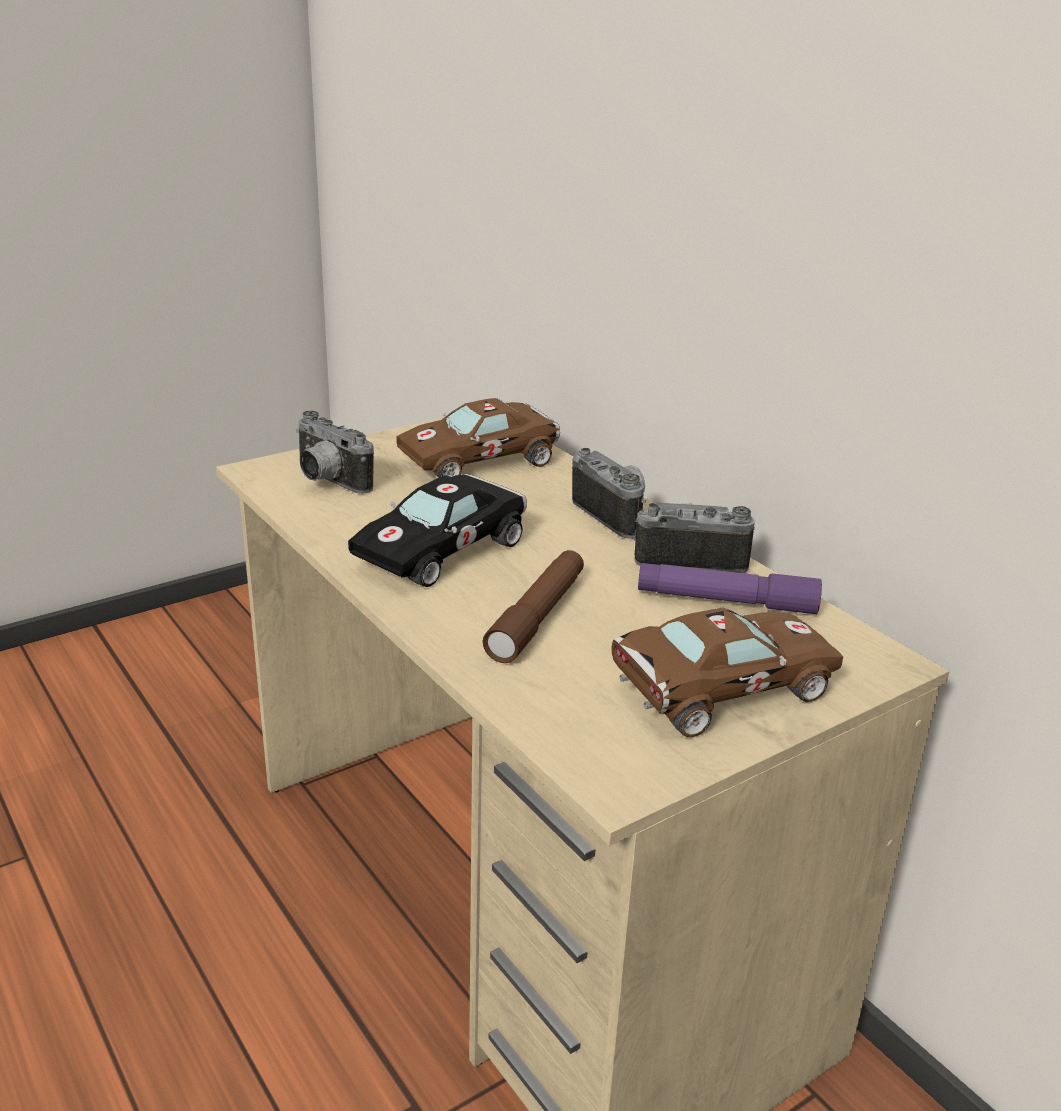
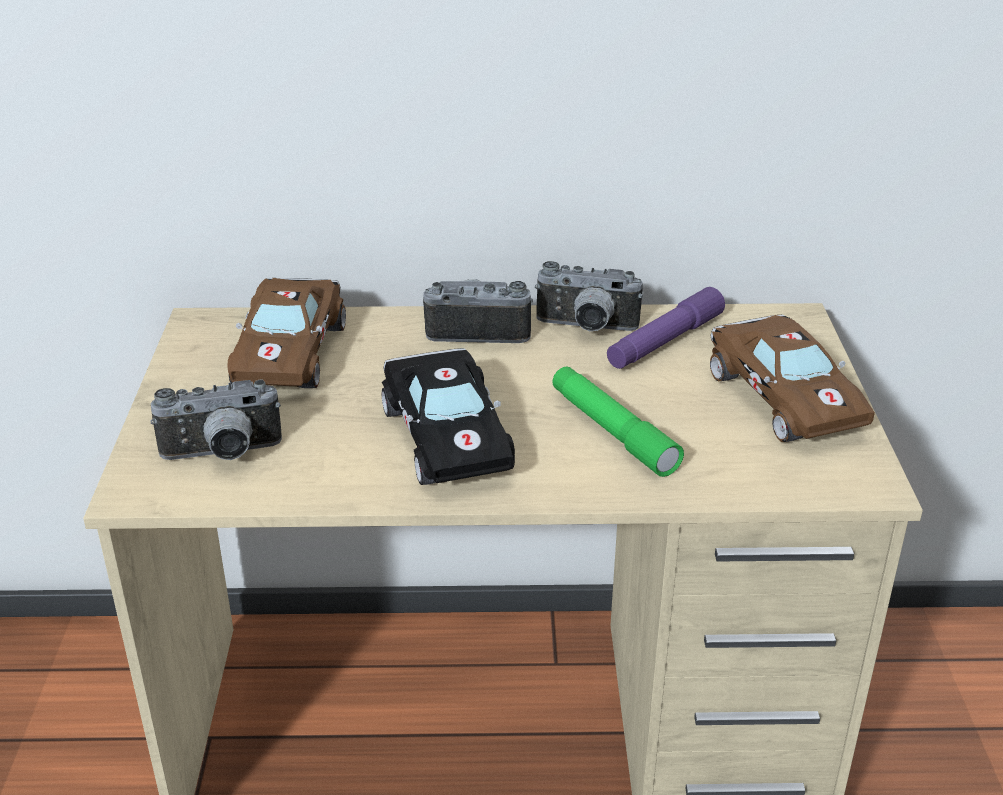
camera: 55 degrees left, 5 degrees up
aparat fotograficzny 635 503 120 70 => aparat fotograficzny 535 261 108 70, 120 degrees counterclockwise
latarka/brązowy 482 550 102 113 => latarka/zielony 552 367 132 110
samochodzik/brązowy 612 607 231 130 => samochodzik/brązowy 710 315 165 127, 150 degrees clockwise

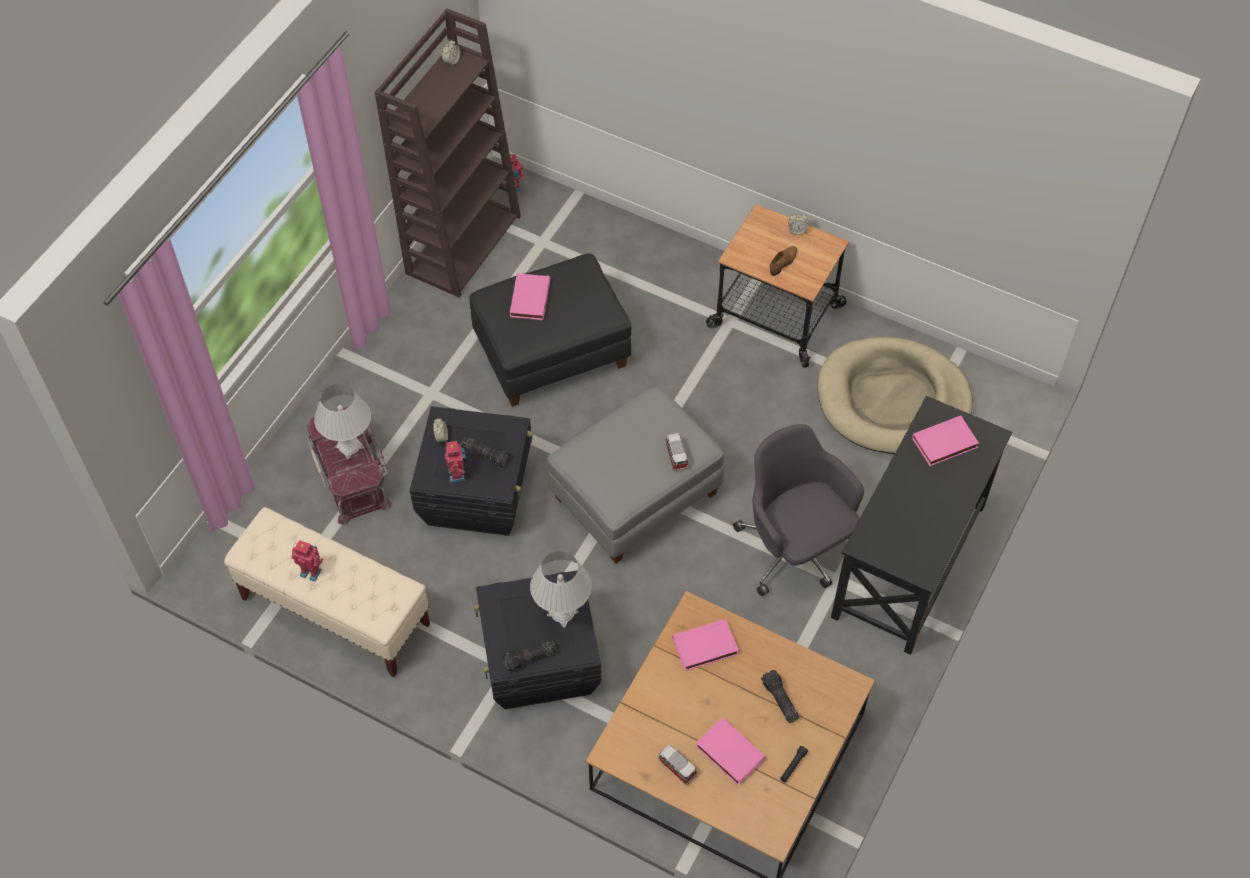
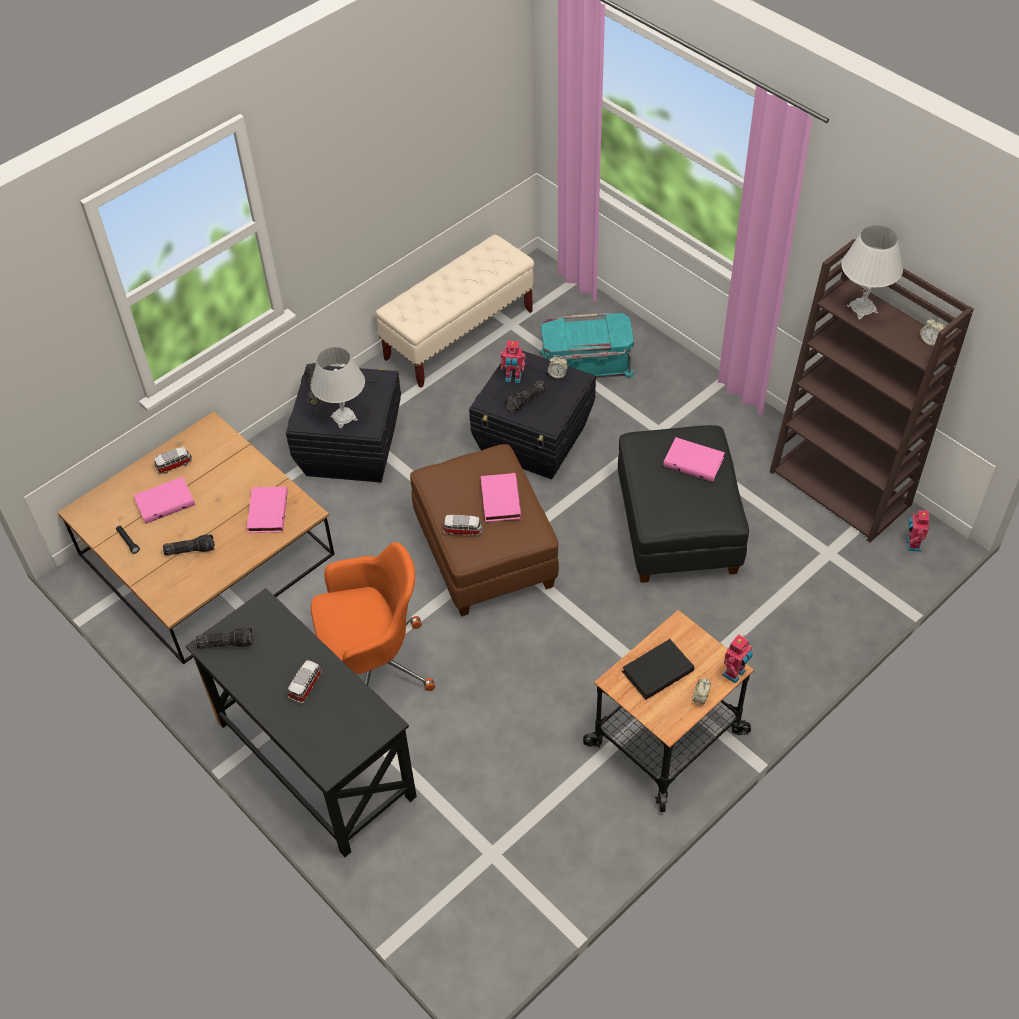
camera: 110 degrees right, 5 degrees down
but/brązowy 769 246 28 30 => książka/czarny 622 639 72 61
legowisko/beżowy 817 337 155 117 => nothing
lampa stołowa/biały 314 383 57 76 => lampa stołowa/biały 841 225 62 95, moved
pufa/szary 547 386 177 177 => pufa/brązowy 410 444 149 173
pojemnik do przechowywania/czerwony 306 407 86 118 => pojemnik do przechowywania/turkusowy 539 313 96 66
książka/różowy 912 416 67 50 => książka/różowy 481 473 40 49, moved
krzesło biurowe/szary 733 424 131 172 => krzesło biurowe/pomarańczowy 311 542 124 149
robot zabawkowy 291 540 32 42 => robot zabawkowy 722 634 31 50, moved
nothing => latarka 196 627 57 22
nothing => samochodzik 288 660 34 44

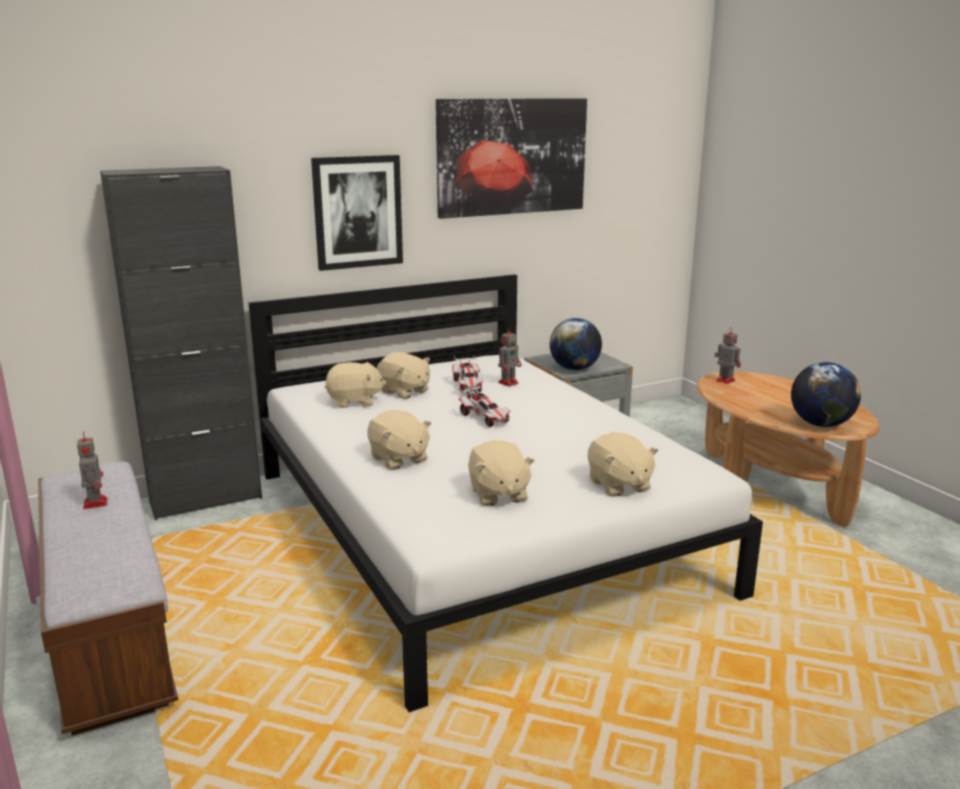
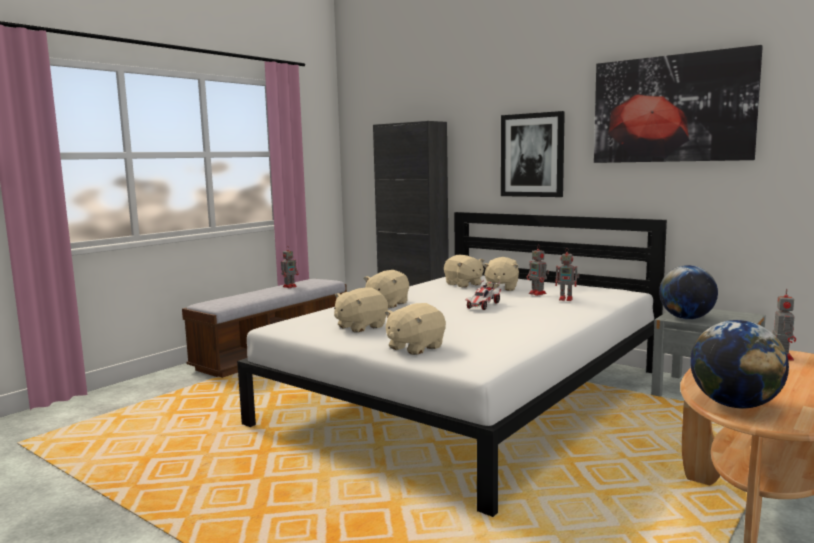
camera: 65 degrees right, 10 degrees down
samochodzik 452 355 31 38 => robot zabawkowy 526 245 23 51

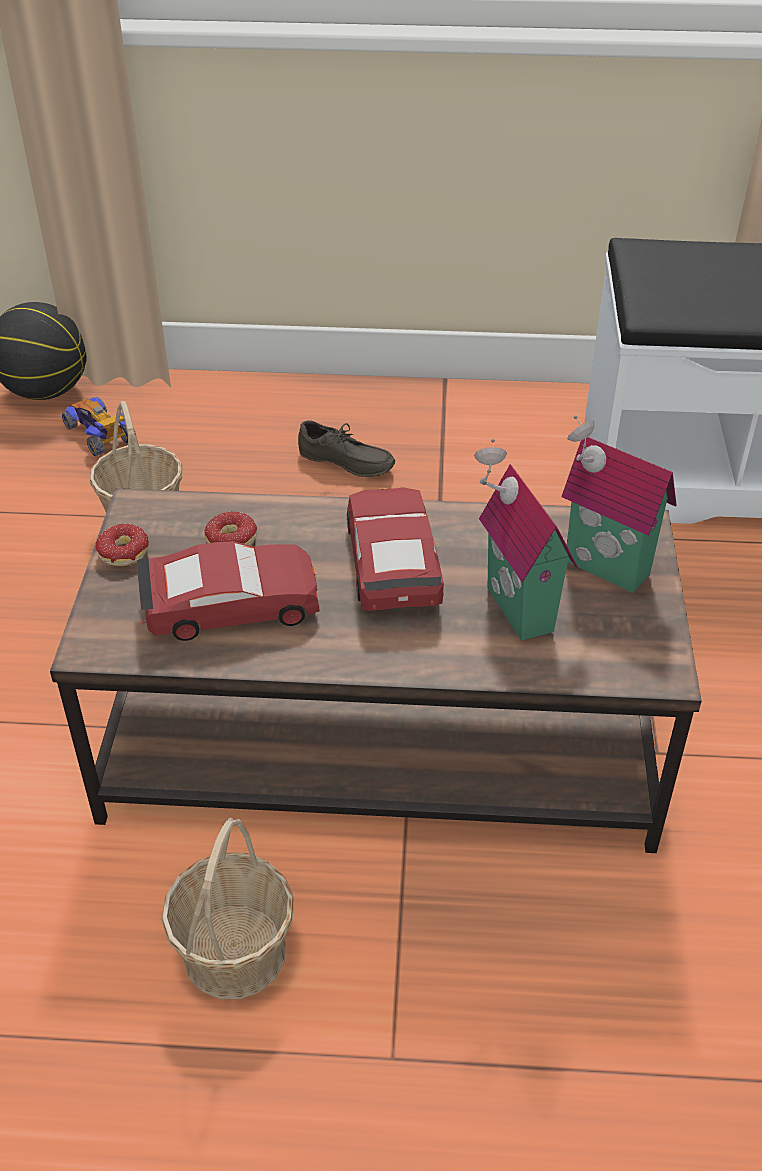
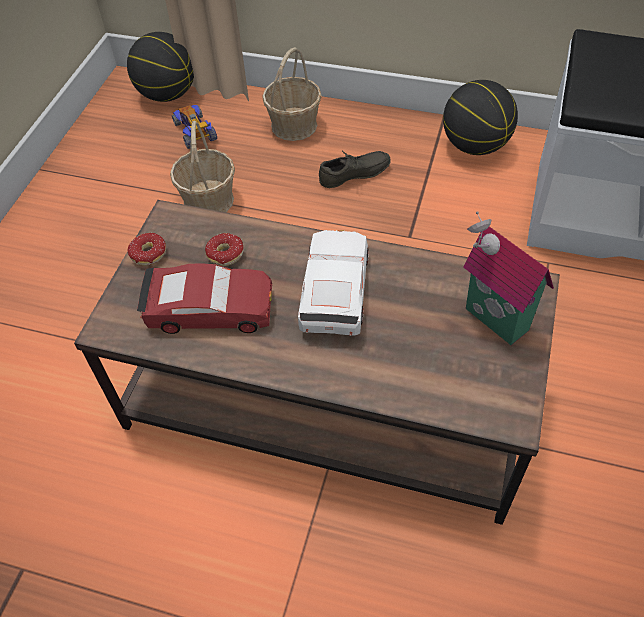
camera: 15 degrees right, 10 degrees up
but/szary 298 420 97 57 => but/szary 319 150 72 38, 60 degrees counterclockwise
domek 474 439 104 202 => nothing
samochodzik/czerwony 347 488 97 123 => samochodzik/biały 298 230 71 106
koszyk 162 818 132 181 => koszyk 262 47 60 94, moved
nothing => piłka do koszykówki 443 80 75 75

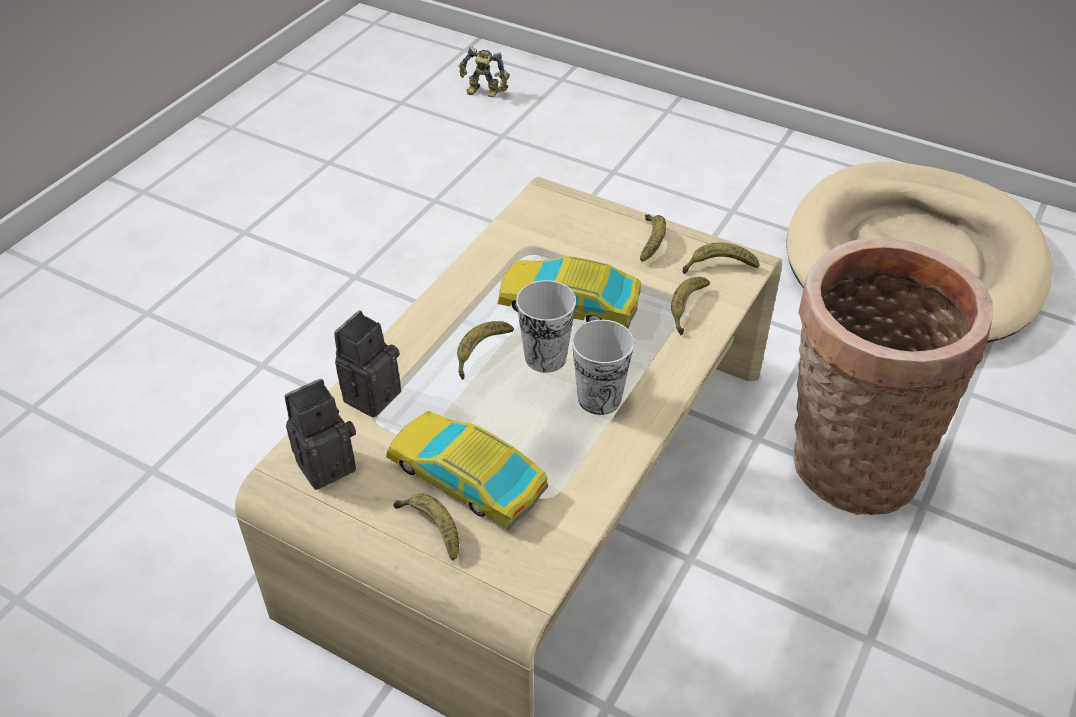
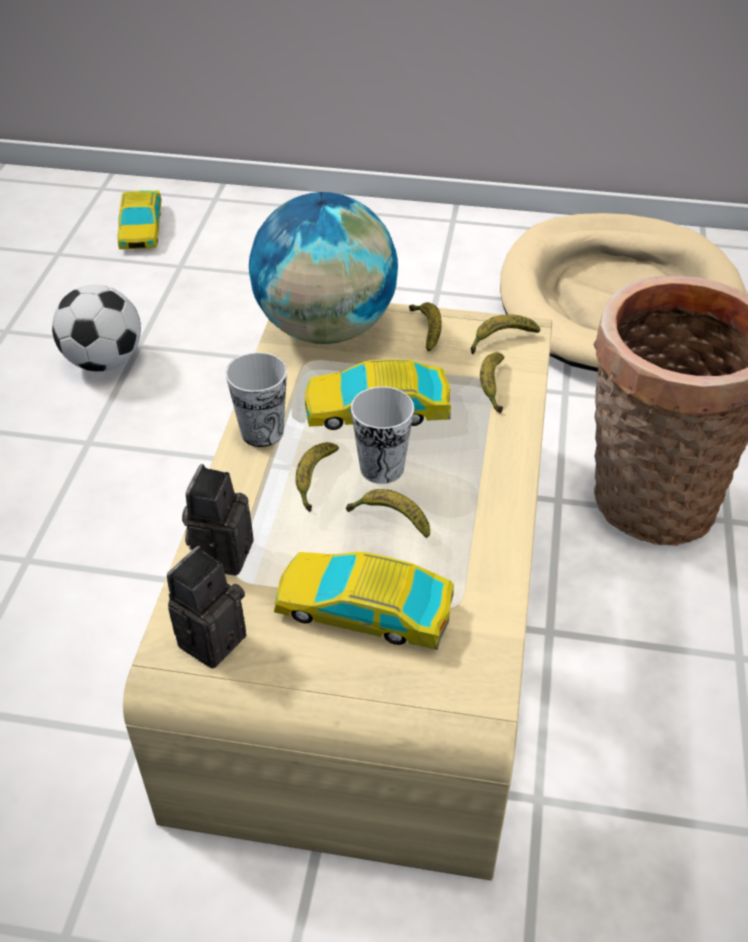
camera: 20 degrees left, 0 degrees up
robot zabawkowy 459 46 51 51 => samochodzik 117 190 44 59
filiżanka 572 320 62 95 => filiżanka 226 352 61 95, moved
banan 393 494 66 67 => banan 346 489 84 49, moved
nothing => globus 249 192 149 152
nothing => piłka futbolowa 52 285 89 86

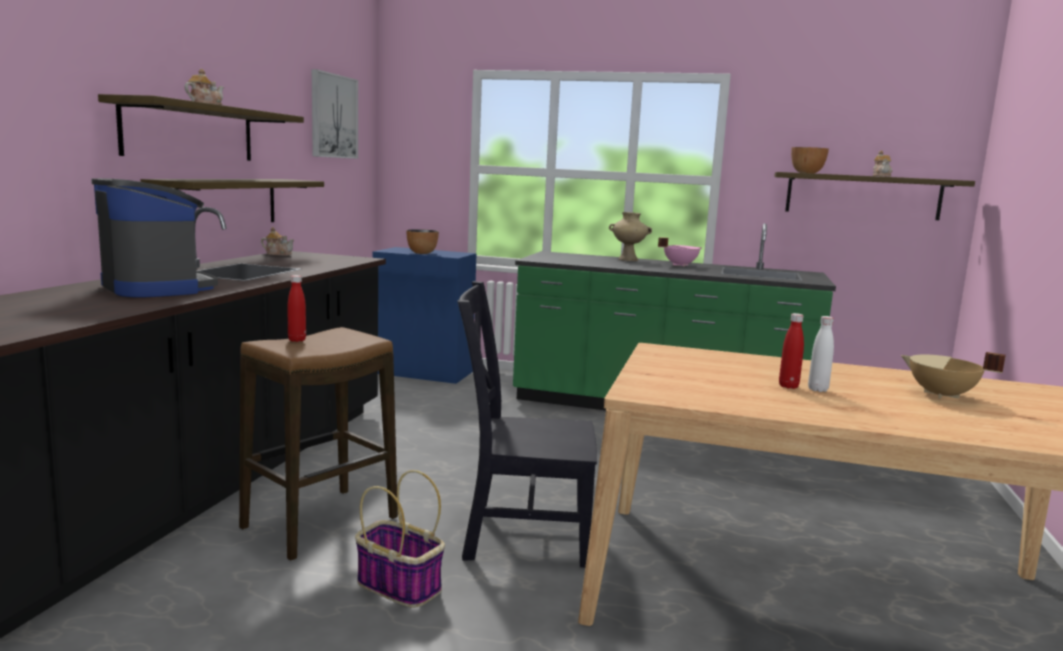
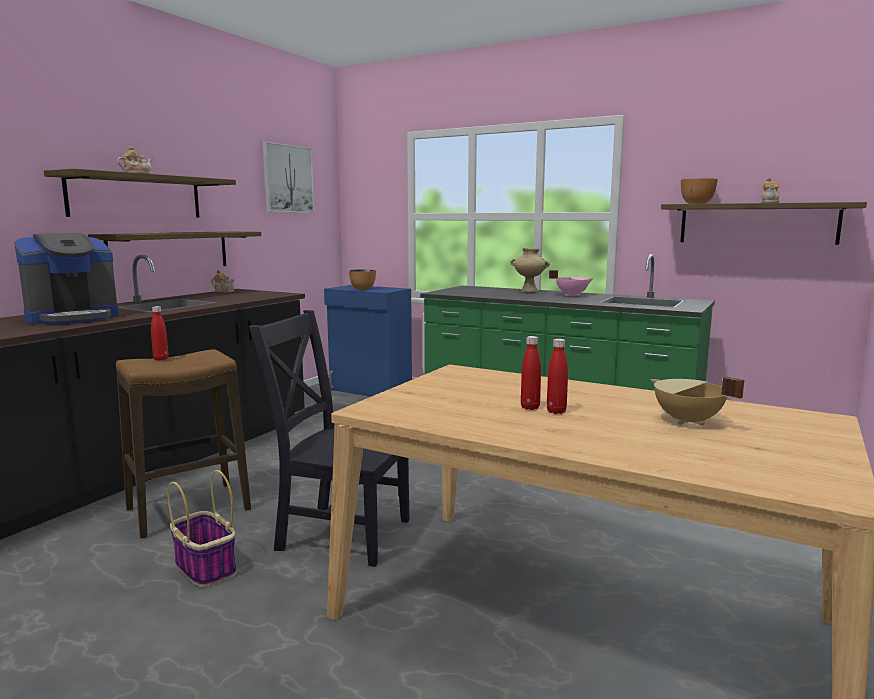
camera: 15 degrees right, 0 degrees up
ekspres do kawy 91 178 127 119 => ekspres do kawy 14 233 105 91, 75 degrees clockwise
butelka/biały 808 316 26 76 => butelka/czerwony 547 339 21 75

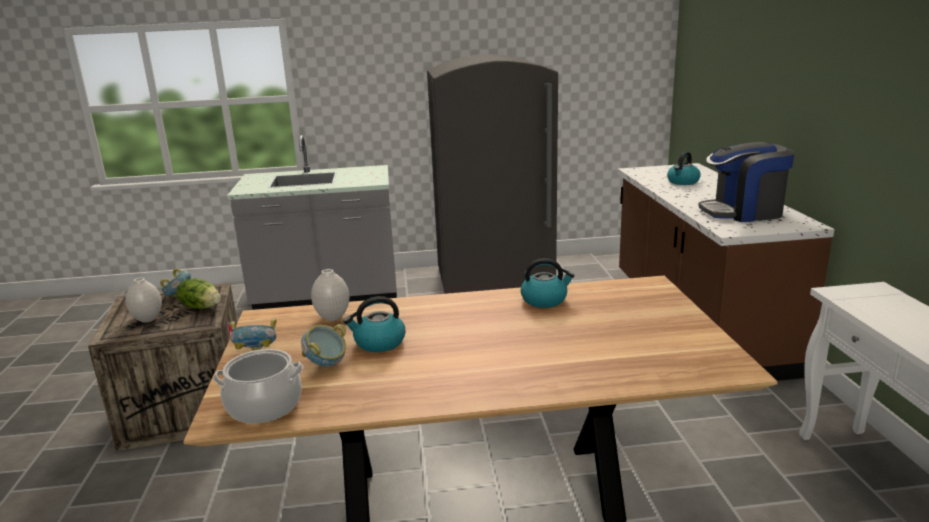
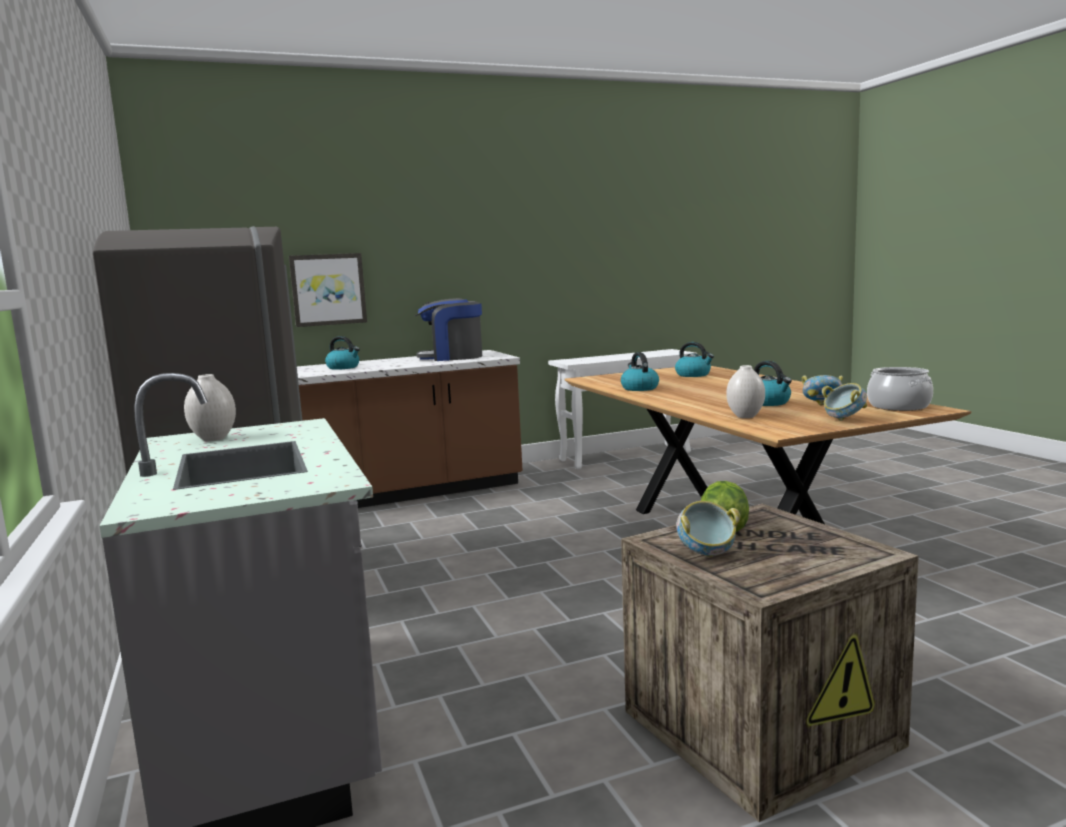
camera: 105 degrees left, 10 degrees down
ekspres do kawy 698 142 97 80 => ekspres do kawy 415 298 67 63, 105 degrees clockwise
wazon/biały 126 278 36 45 => wazon/biały 184 374 52 67, moved
nothing => obraz 289 253 78 74
nothing => czajnik 675 342 39 35

